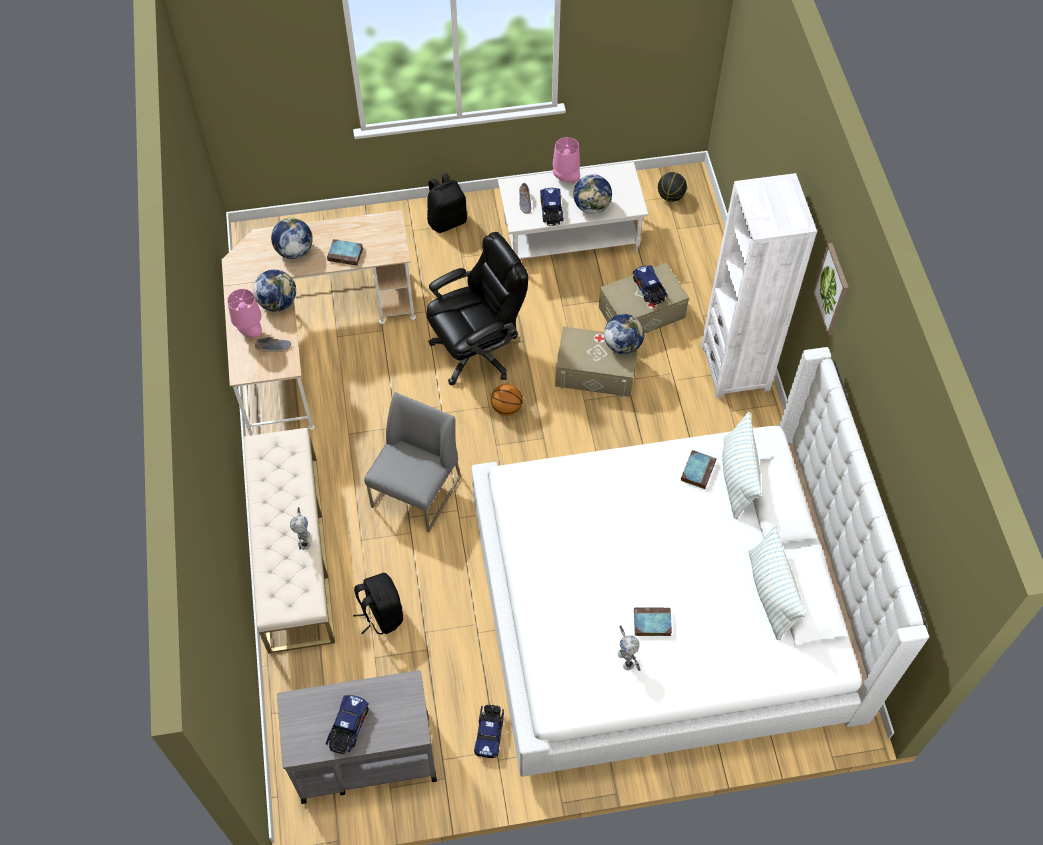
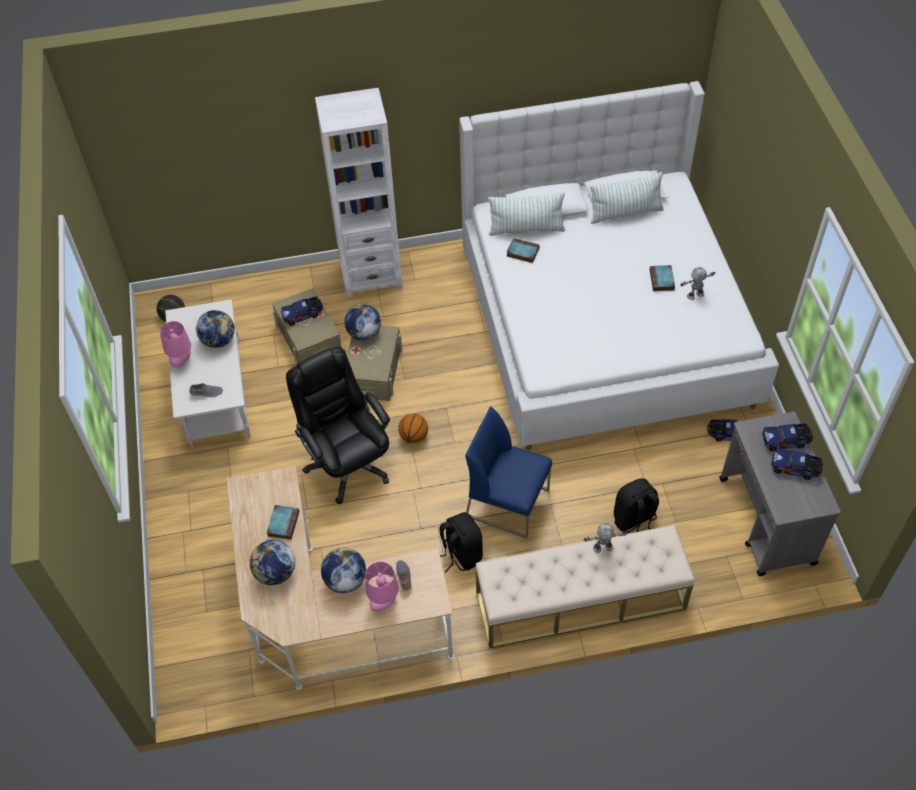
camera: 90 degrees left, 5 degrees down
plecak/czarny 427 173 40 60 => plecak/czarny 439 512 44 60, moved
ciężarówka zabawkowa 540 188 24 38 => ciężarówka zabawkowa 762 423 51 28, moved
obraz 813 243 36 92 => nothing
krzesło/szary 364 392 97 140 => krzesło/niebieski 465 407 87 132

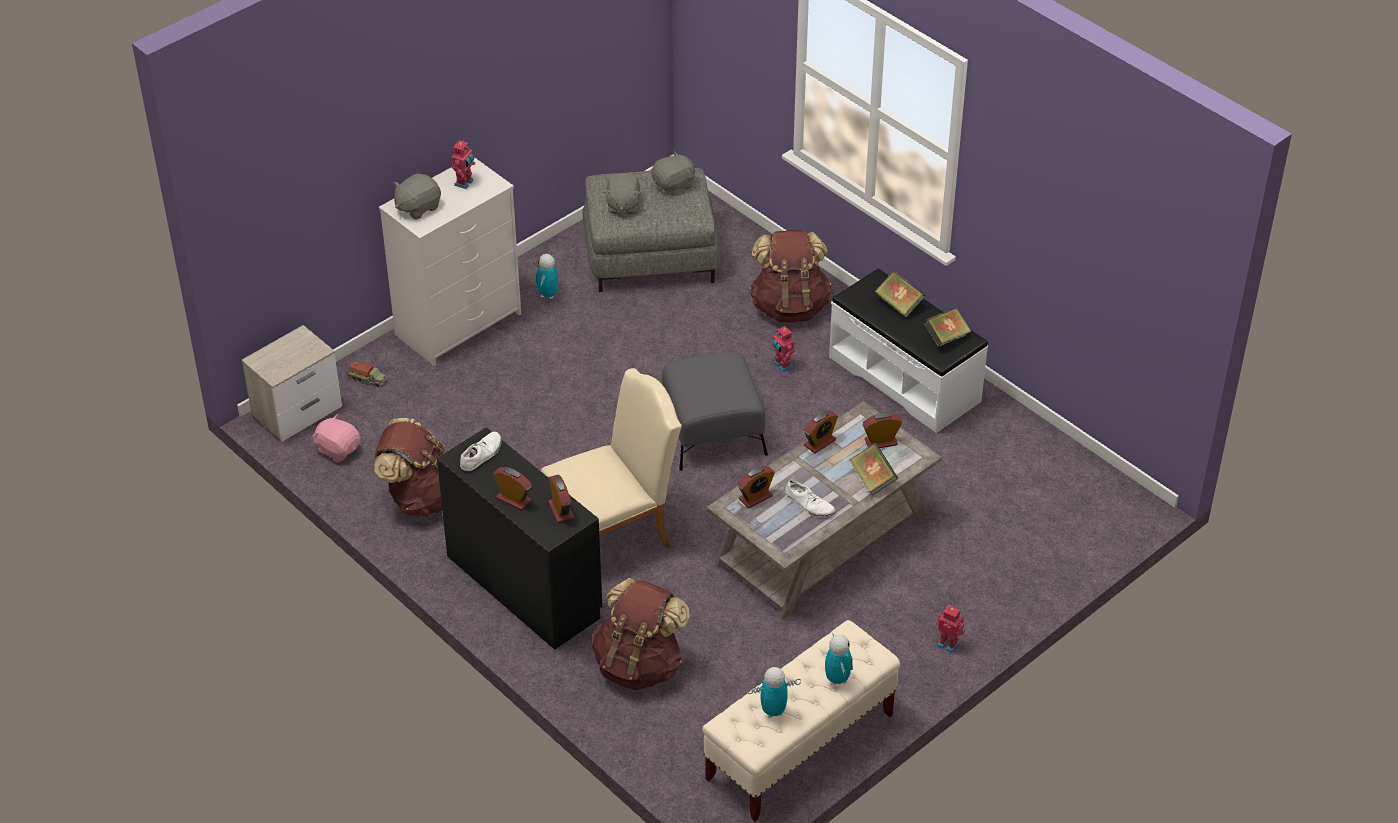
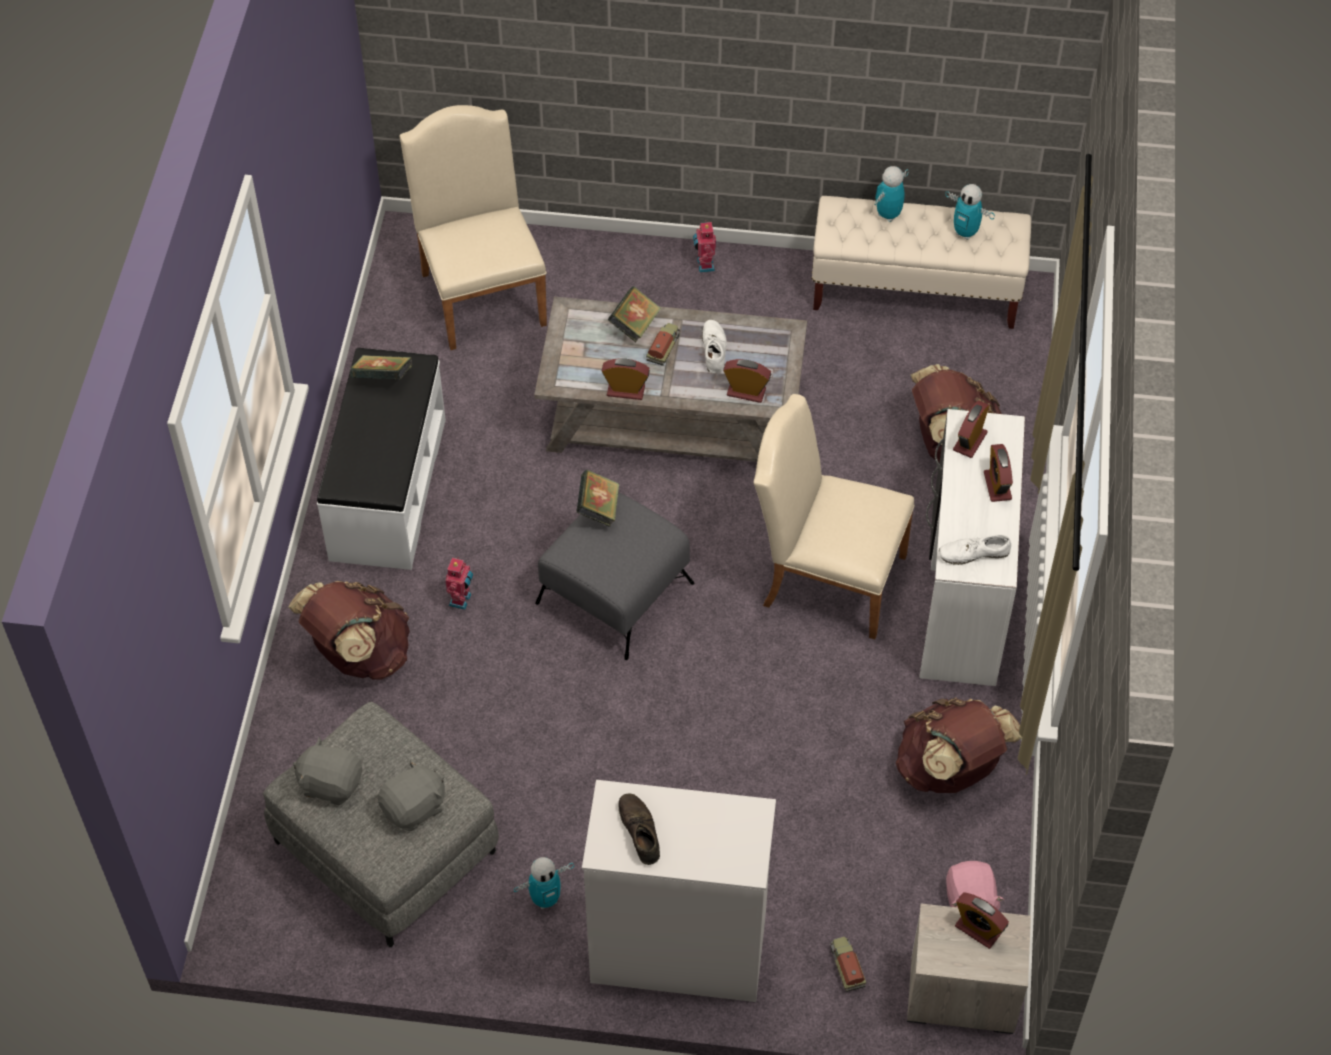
camera: 130 degrees left, 10 degrees up
robot zabawkowy 452 140 23 49 => but/brązowy 619 794 41 71
pluszak/szary 394 173 47 47 => nothing
książka 875 270 50 48 => książka 576 470 43 57, moved
budzik 863 413 39 35 => budzik 955 892 54 57, moved
biurko/czarny 437 427 165 223 => biurko/biały 919 409 106 277
nothing => krzesło/beżowy 400 105 147 245
nothing => ciężarówka zabawkowa 646 323 34 43

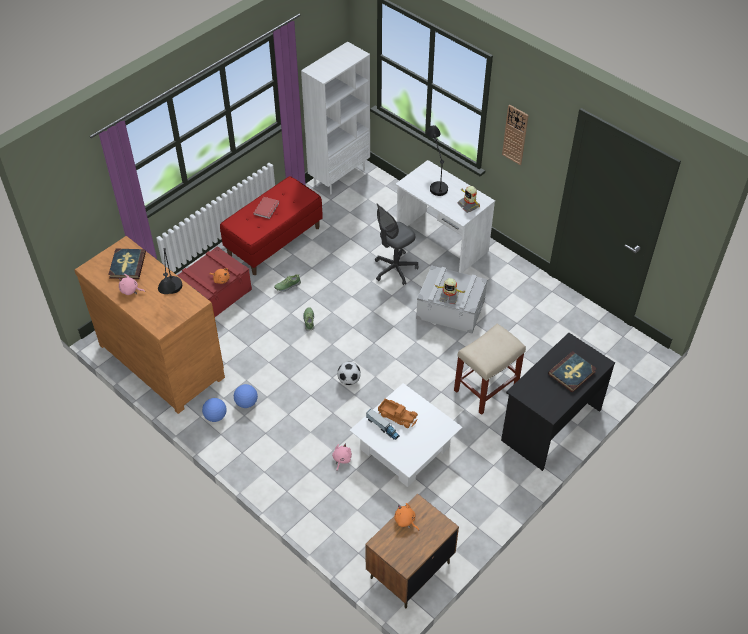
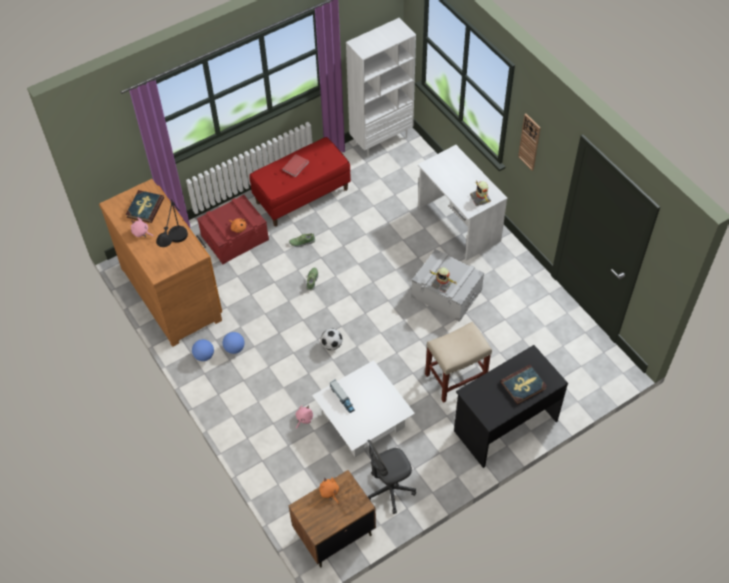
camera: 15 degrees right, 5 degrees up
lampa stołowa/czarny 426 125 22 71 => nothing
krzesło biurowe/szary 375 204 44 81 => krzesło biurowe/szary 367 440 49 74, moved
ciężarówka zabawkowa 378 398 40 30 => nothing

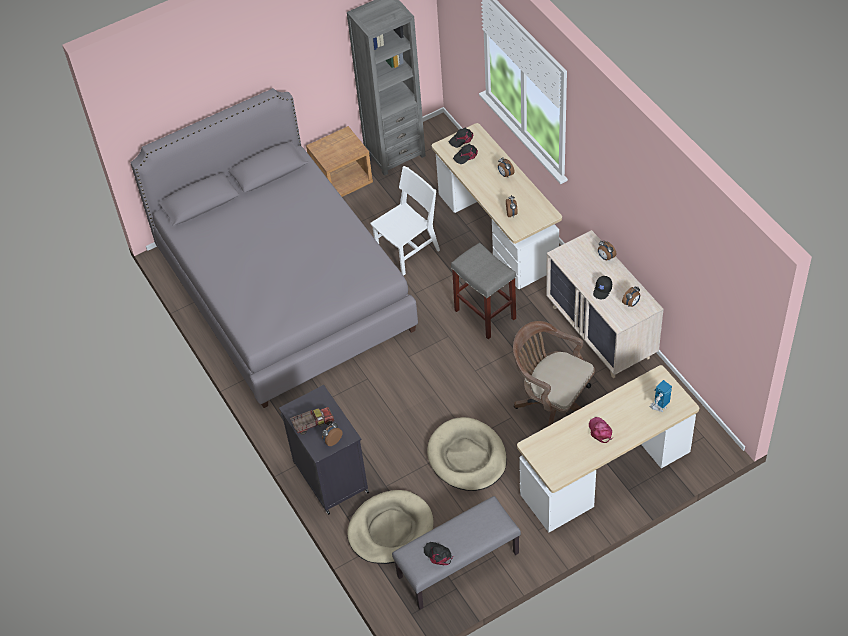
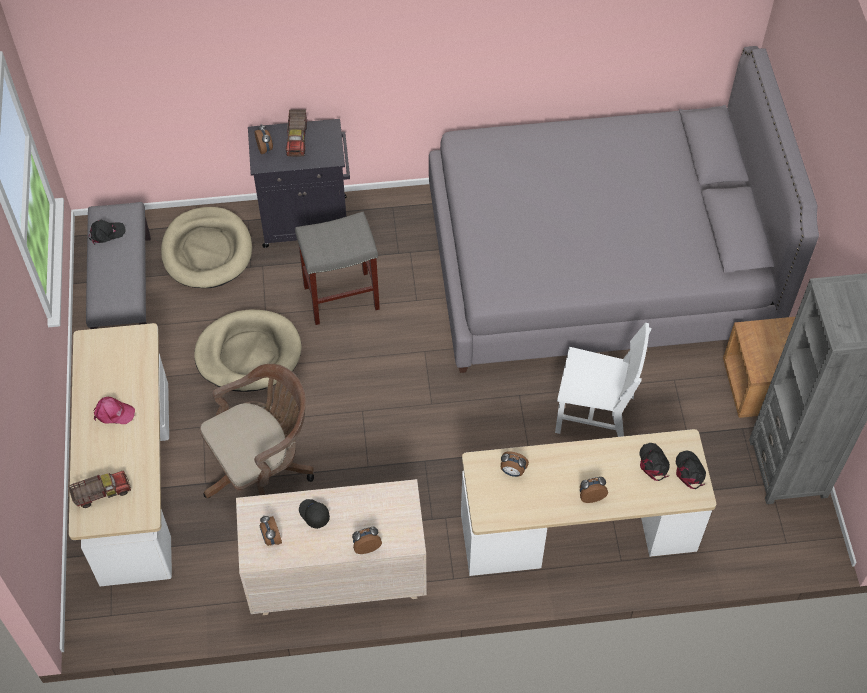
camera: 110 degrees right, 5 degrees up
krzesło/biały 370 166 70 110 => krzesło/biały 555 323 96 114, 60 degrees counterclockwise
stołek/szary 451 243 65 96 => stołek/szary 295 212 85 113, moved
robot zabawkowy 649 380 23 32 => ciężarówka zabawkowa 68 471 63 37

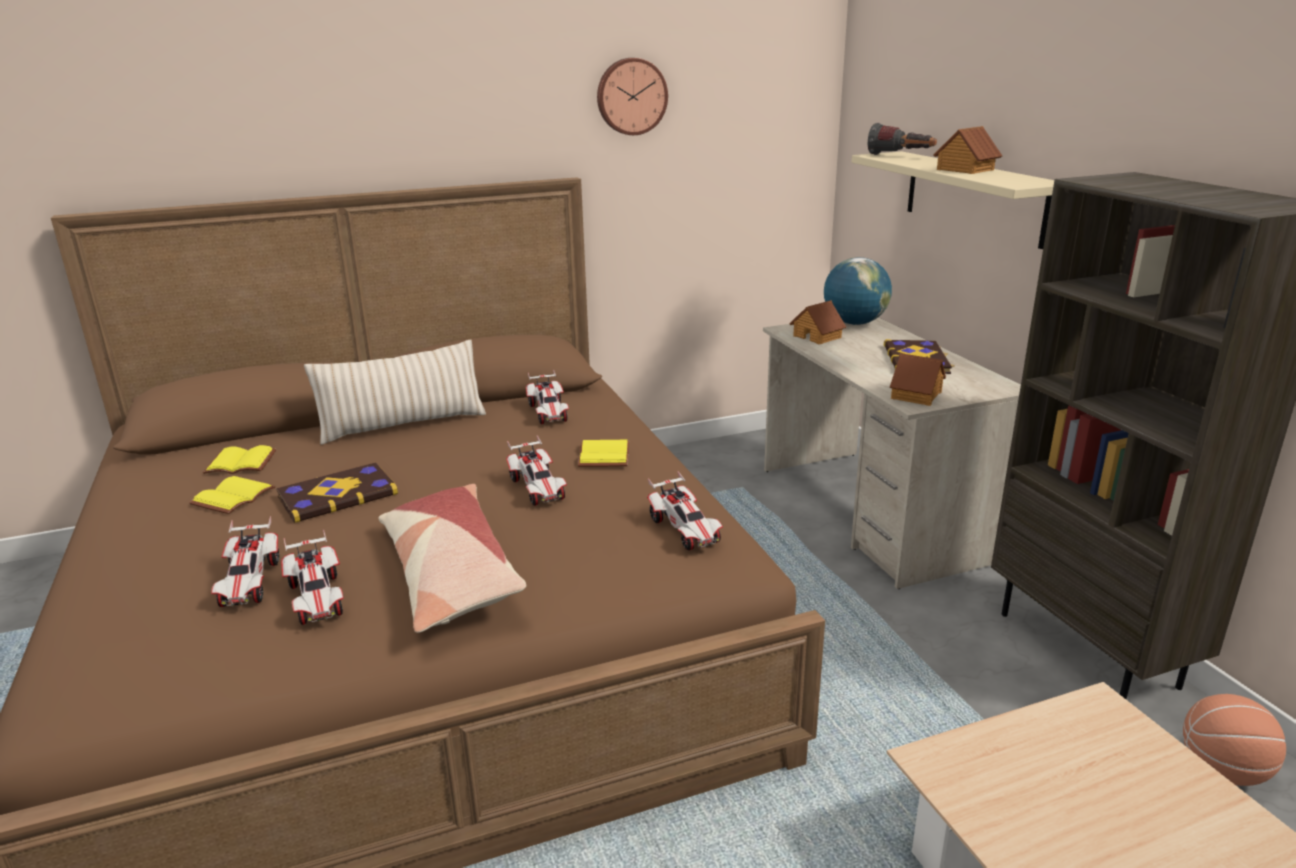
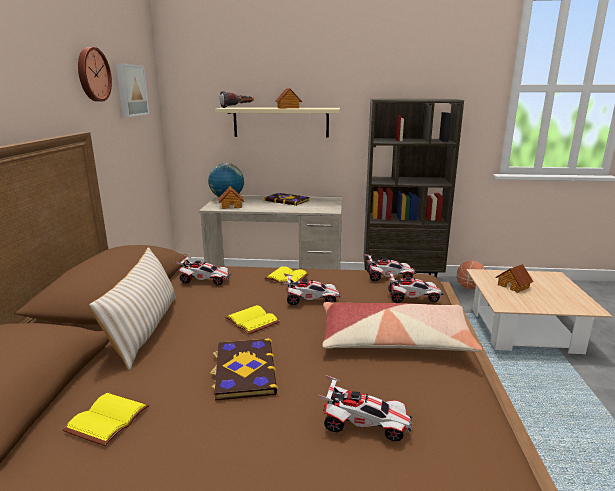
camera: 65 degrees left, 5 degrees down
domek 890 353 56 53 => domek 496 264 38 29, moved
książka/żółty 189 476 86 38 => książka/żółty 225 305 55 30, moved
samochodzik 281 530 63 95 => samochodzik 385 271 58 32, moved
nothing => obraz 116 63 33 54

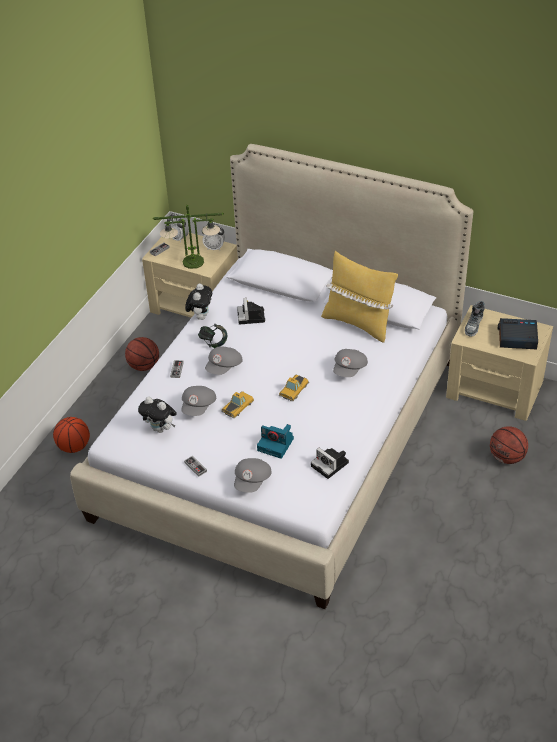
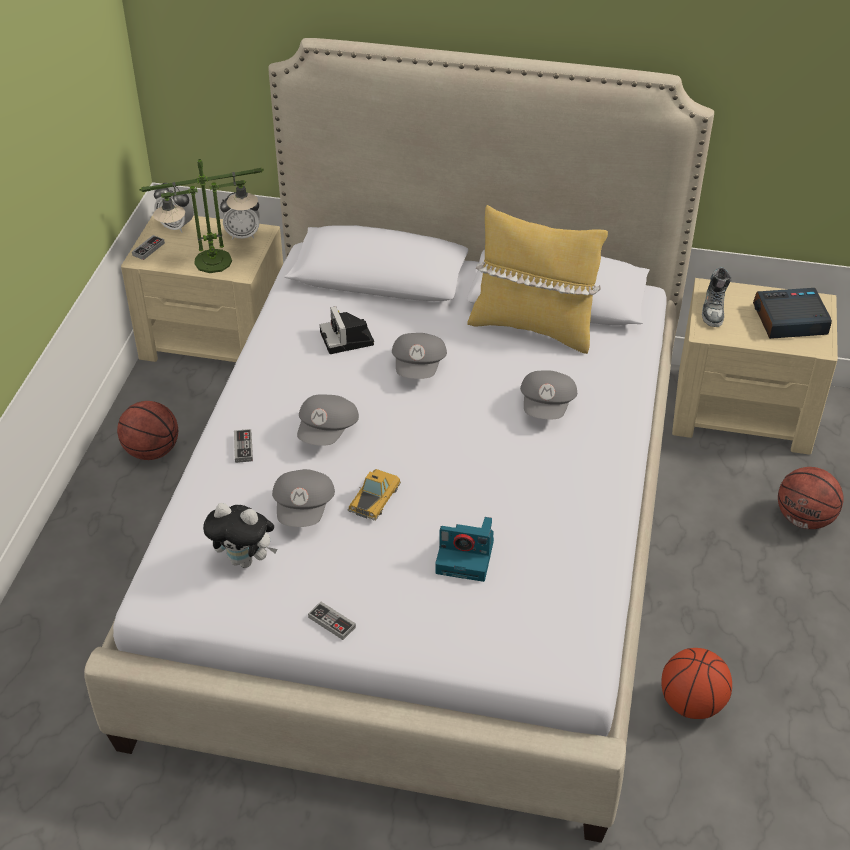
camera: 15 degrees left, 0 degrees up
pluszak 185 284 27 36 => nothing
słuchawki 198 324 29 24 => nothing
samochodzik 279 375 30 26 => nothing
piłka do koszykówki 53 417 37 36 => piłka do koszykówki 661 648 71 71, moved
aparat fotograficzny 311 448 38 31 => nothing
czapka z daszkiem/szary 234 458 38 35 => czapka z daszkiem/szary 392 333 55 46, moved

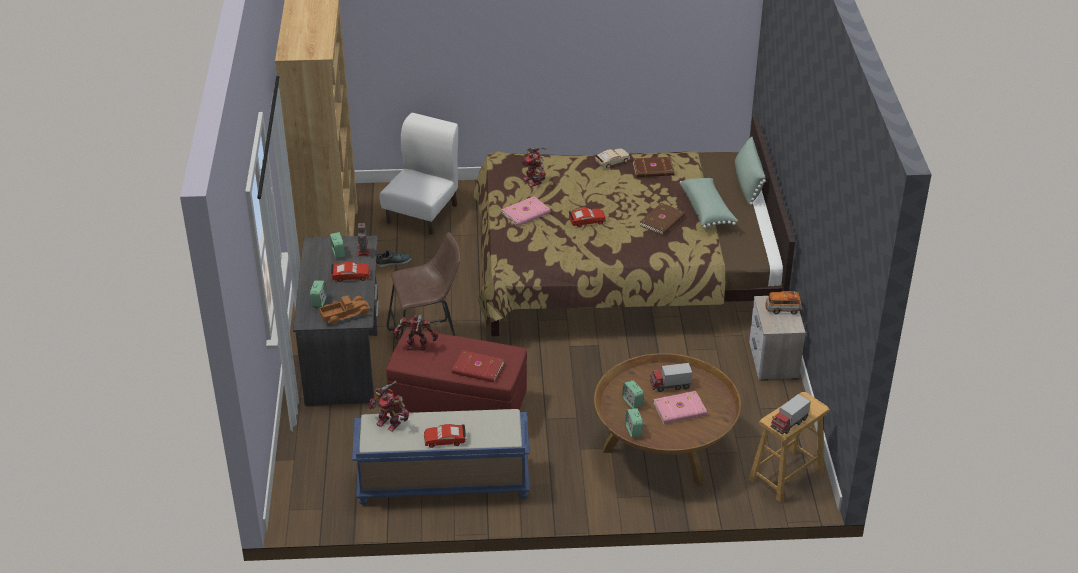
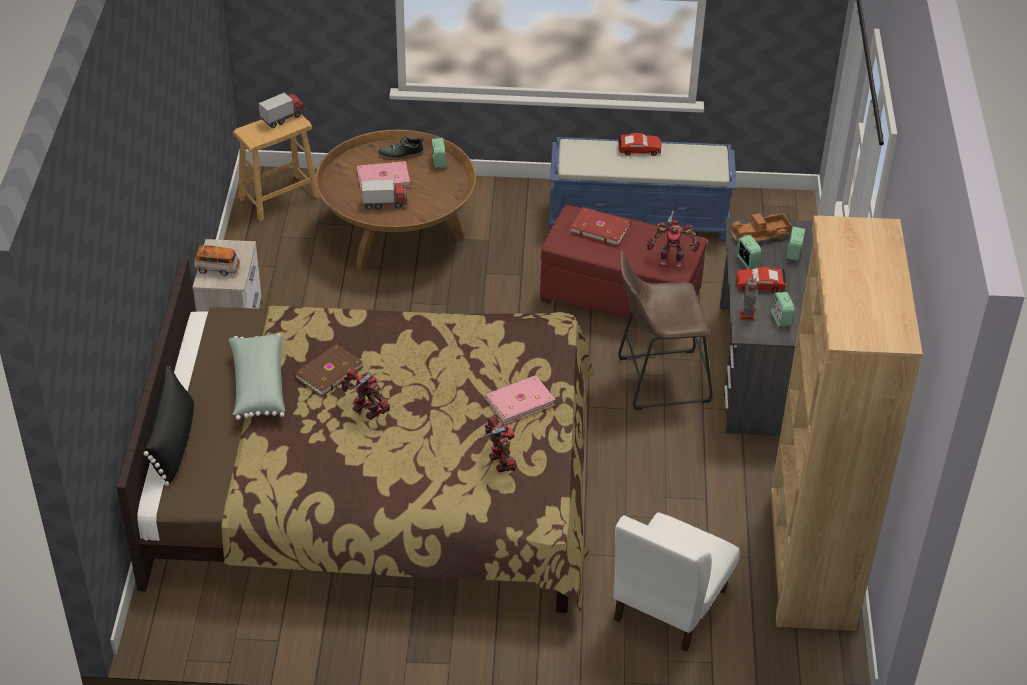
camera: 175 degrees left, 5 degrees up
poduszka/zielony 735 137 31 68 => poduszka/czarny 144 365 50 121
samochodzik/beżowy 595 148 35 20 => nothing
książka/brązowy 633 157 42 20 => nothing
samochodzik/czerwony 568 208 38 19 => nothing
but 376 250 36 17 => but 378 136 46 24, moved
budzik 622 380 22 29 => budzik 737 235 25 34, moved
robot zabawkowy 368 381 41 51 => robot zabawkowy 340 367 50 53, moved

